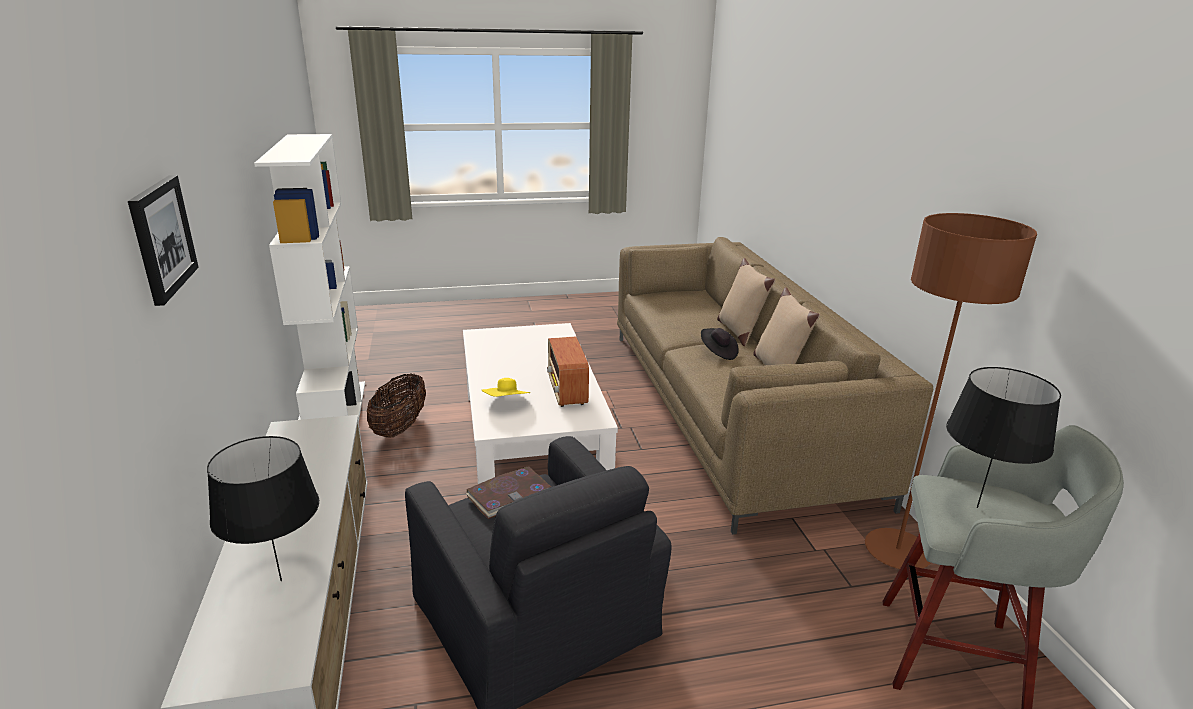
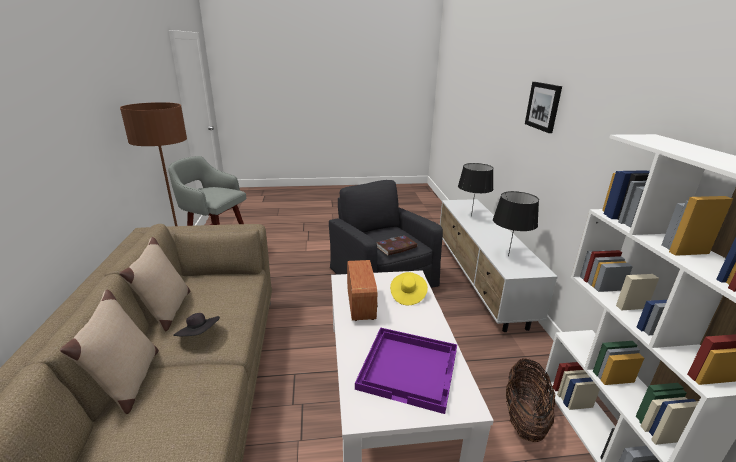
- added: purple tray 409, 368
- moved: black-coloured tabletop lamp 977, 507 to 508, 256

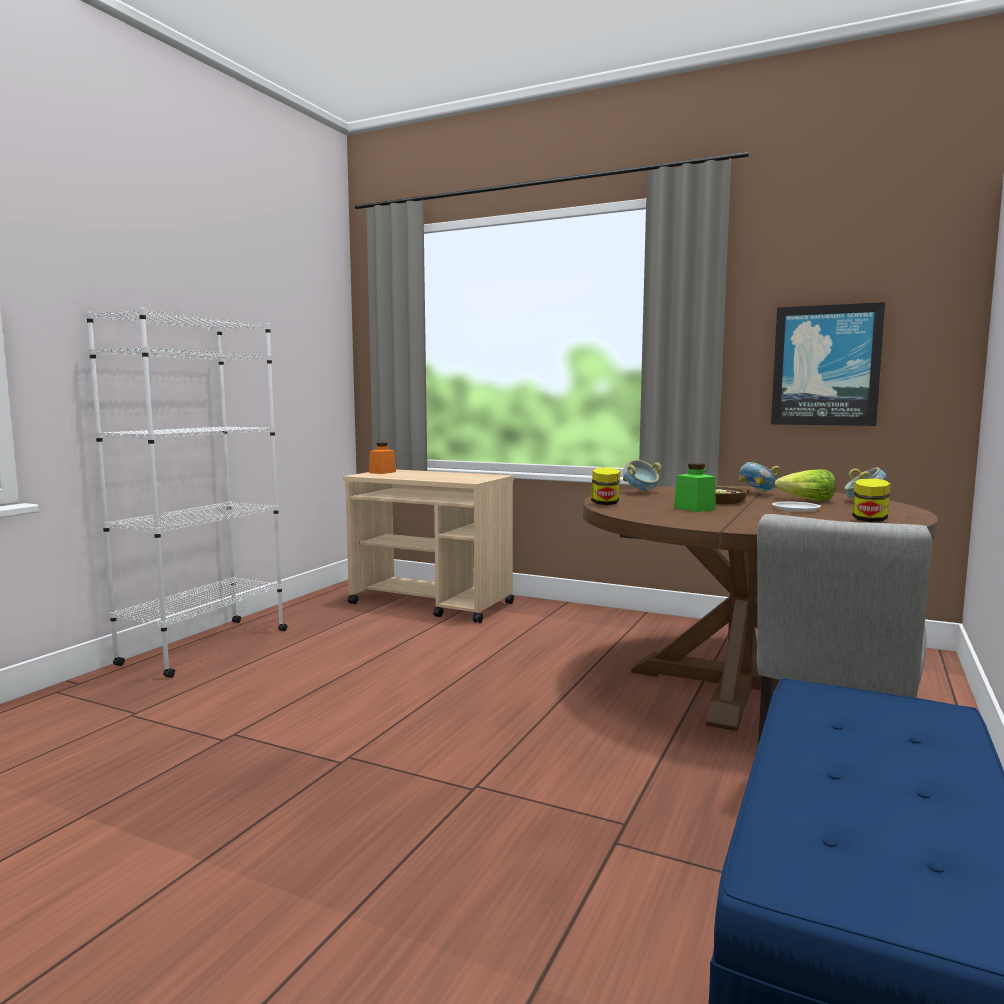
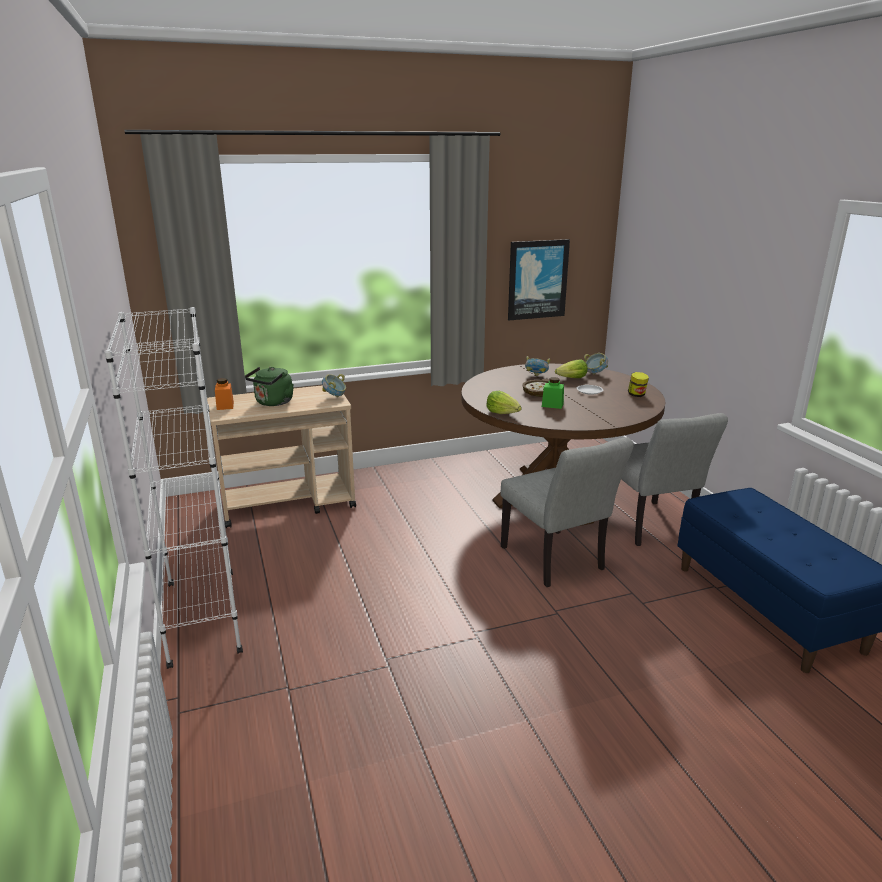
- added: greenish tea kettle 273, 403
- moved: bowl 640, 492 to 334, 397
- replaced: jar 605, 504 to lettuce head 503, 413
- added: grey plain chair 556, 562

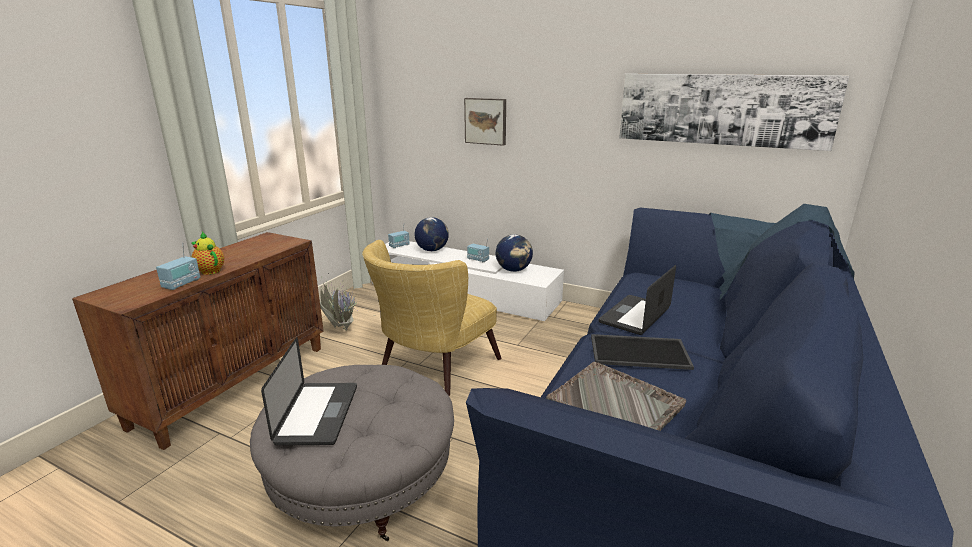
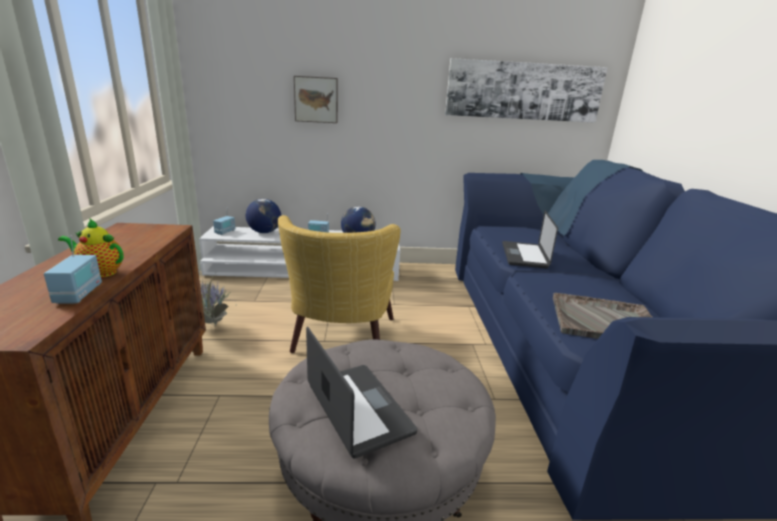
- removed: tray 640, 351

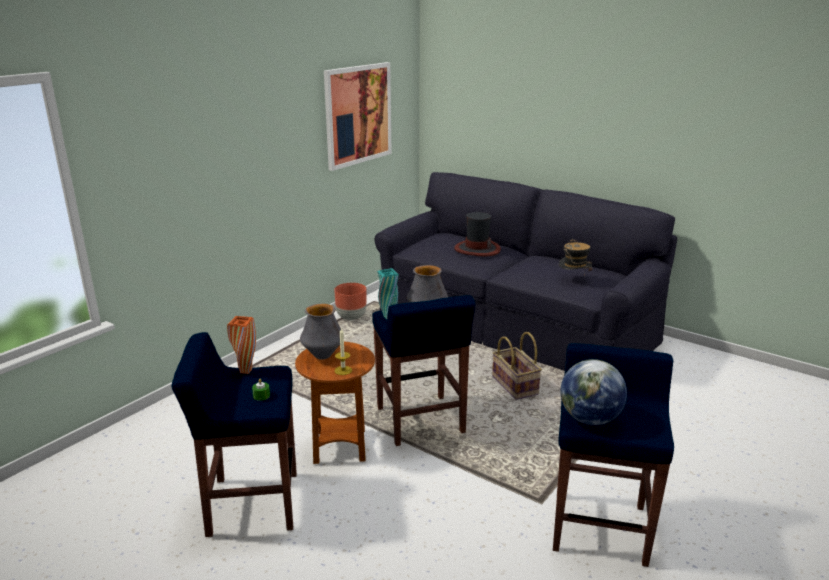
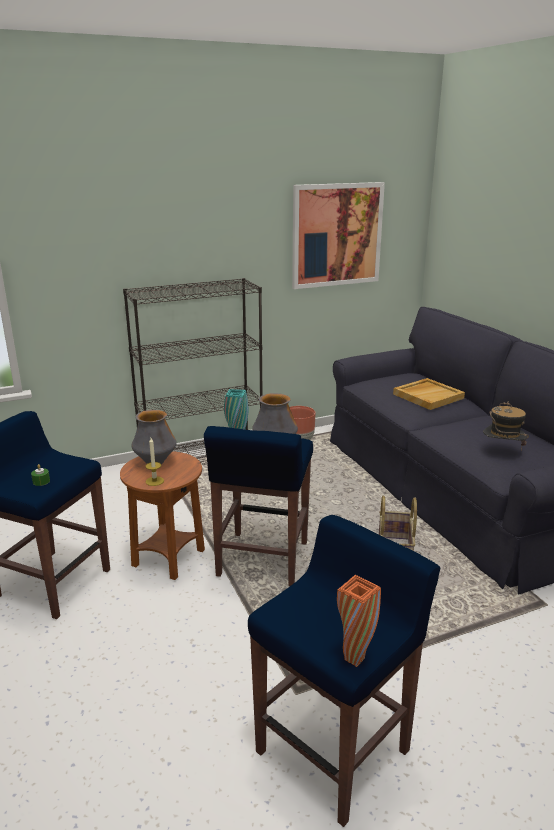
- added: black-coloured bookcase 202, 459
- moved: orangey vase 246, 371 to 354, 659
- replaced: hat 477, 249 to beige-coloured tray 428, 396
- removed: globe 589, 419

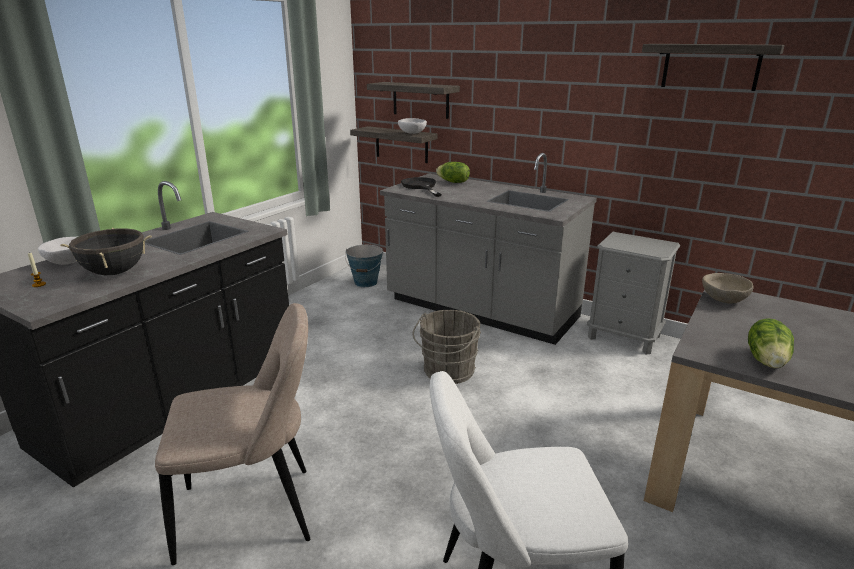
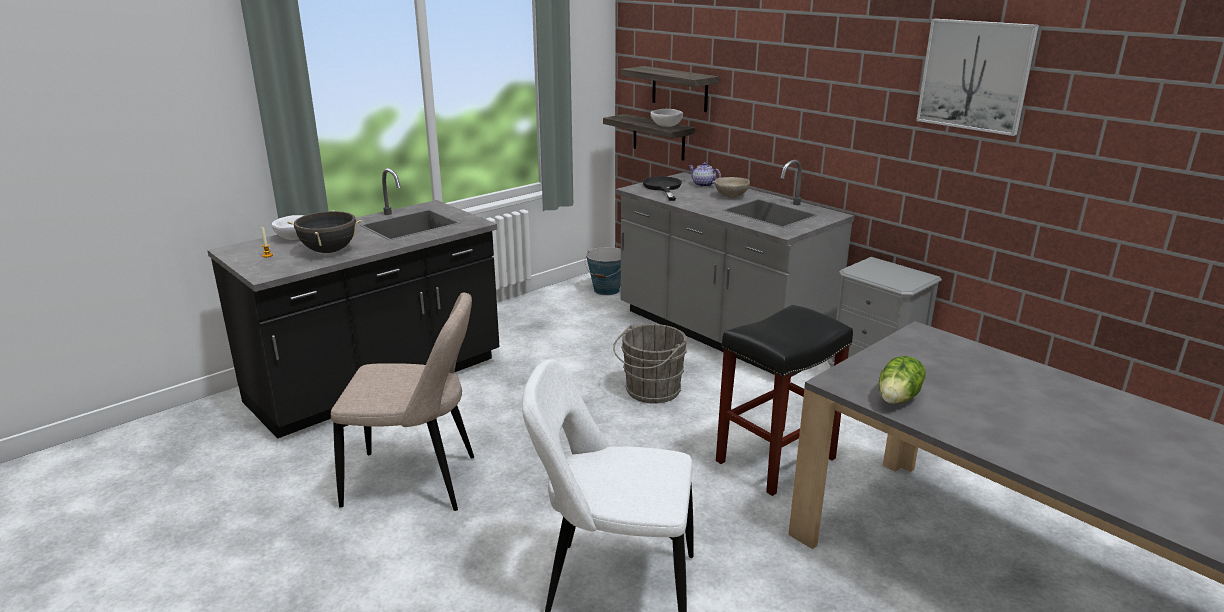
- replaced: lettuce head 453, 182 to pot for tea 703, 185
- moved: beige-coloured bowl 723, 299 to 731, 196
- added: black-coloured stool seat 776, 459
- replaced: shelf 710, 66 to wall picture 975, 75

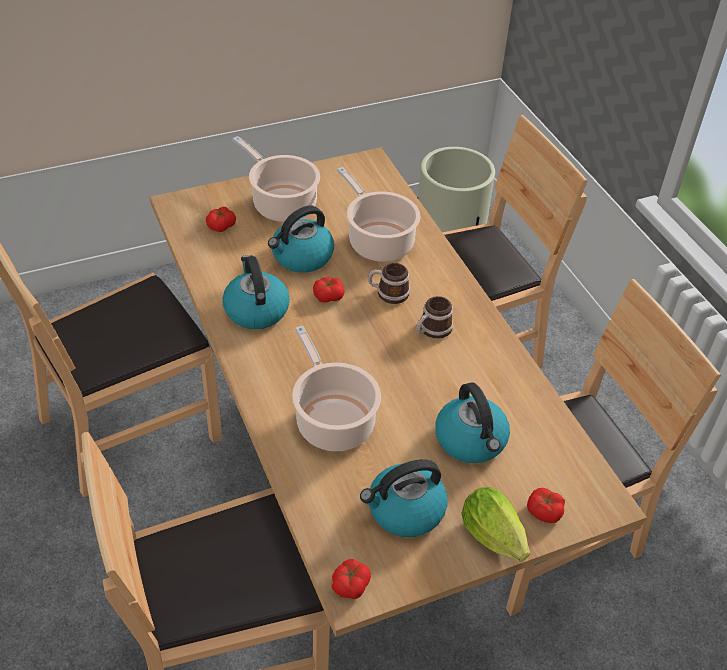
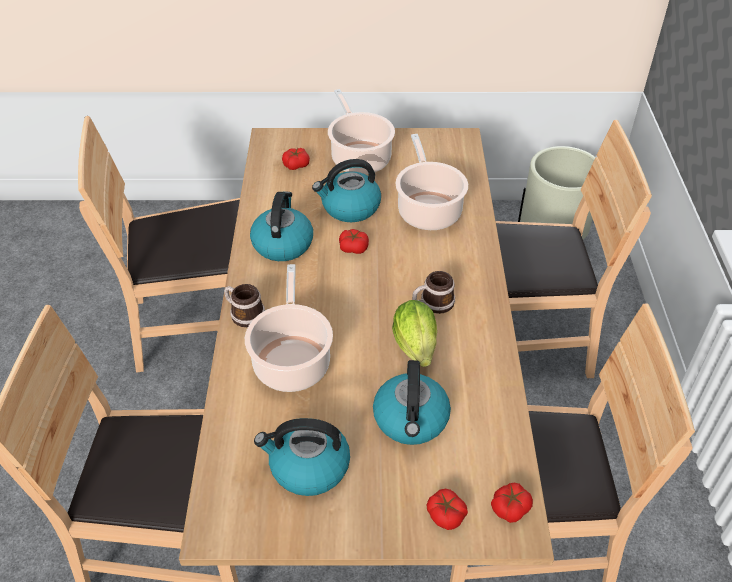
- moved: coffee mug 388, 293 to 244, 313
- moved: lettuce head 495, 540 to 416, 349
- moved: whole tomato 350, 585 to 510, 508

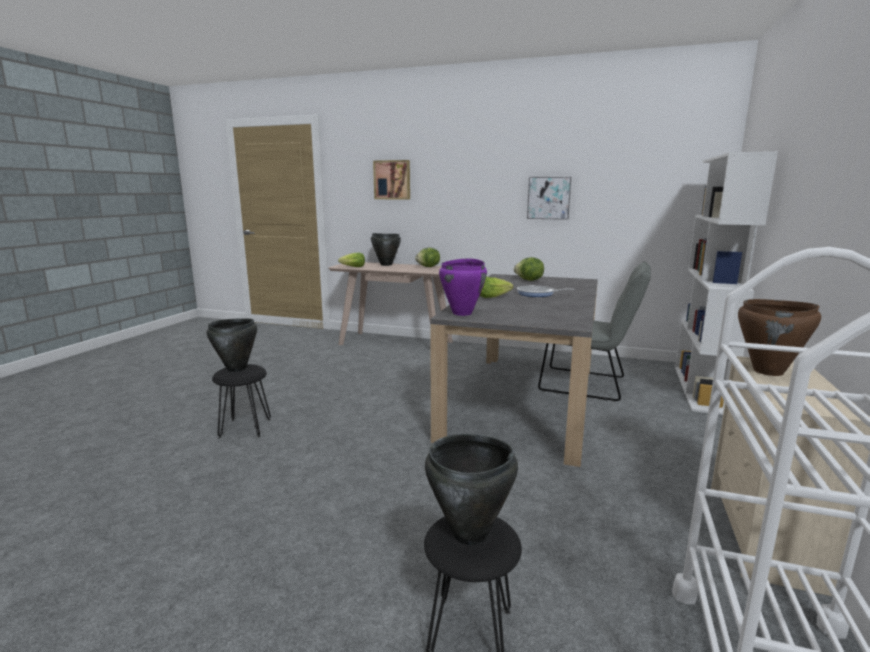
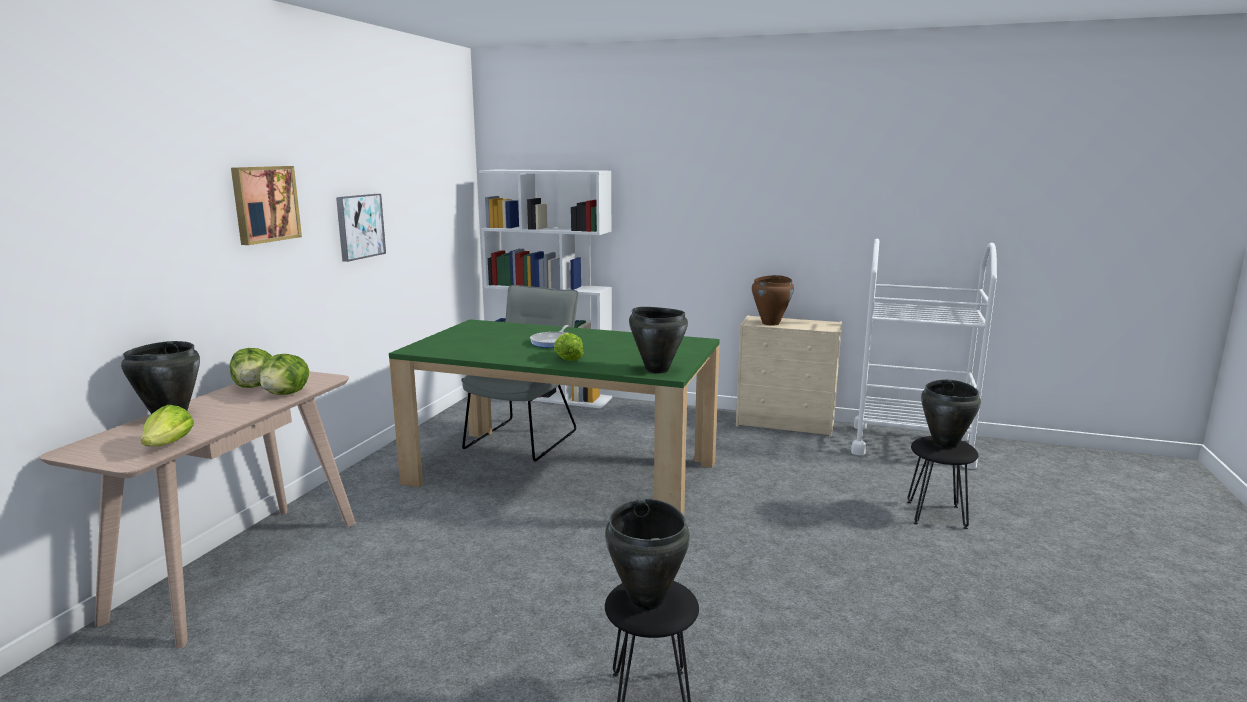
- moved: wall picture 392, 180 to 264, 204
- moved: lettuce head 529, 280 to 287, 394
- recoloured: grey kitchen table 524, 400 to greenish kitchen table 563, 472
- recoloured: purple stockpot 462, 313 to black-coloured stockpot 657, 370

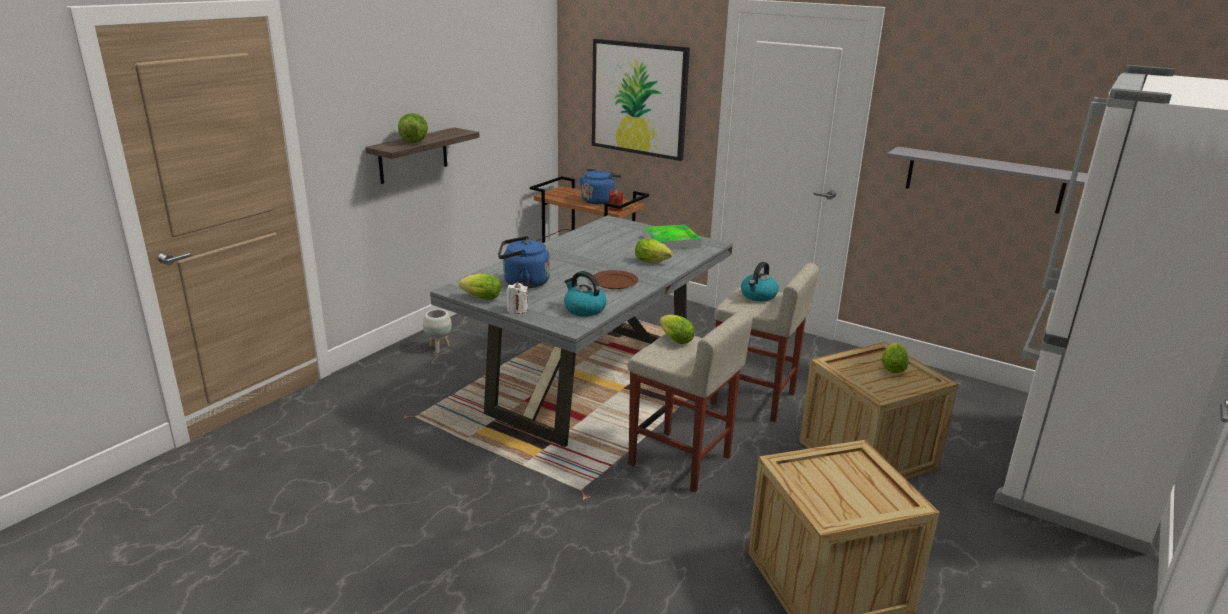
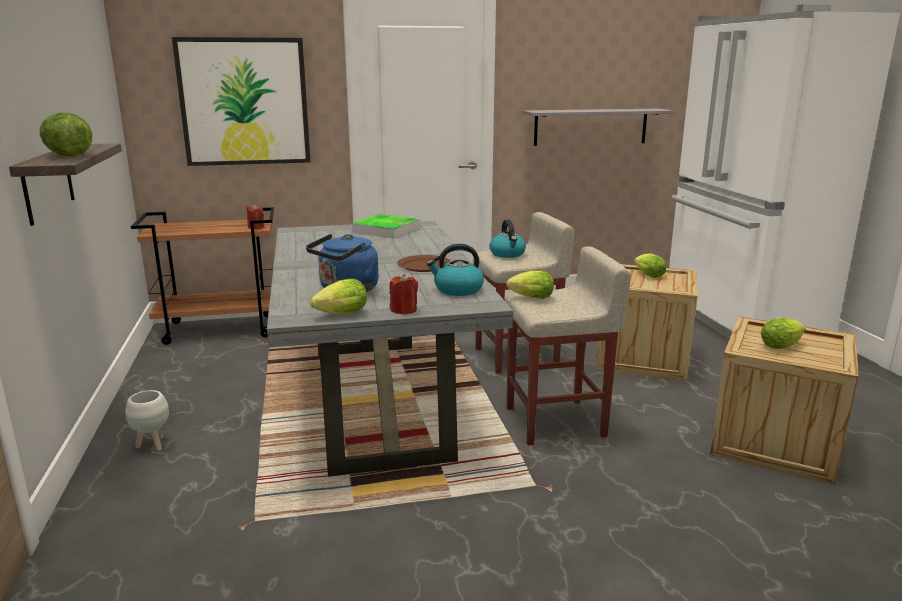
- recoloured: white candle 517, 310 to red-coloured candle 404, 310
- moved: lettuce head 653, 262 to 782, 346
- removed: bluish tea kettle 599, 200

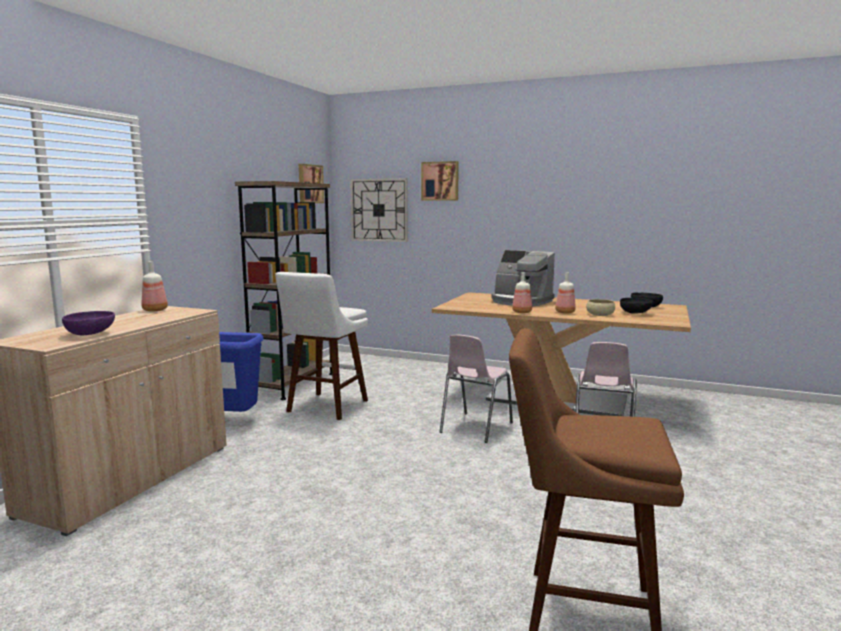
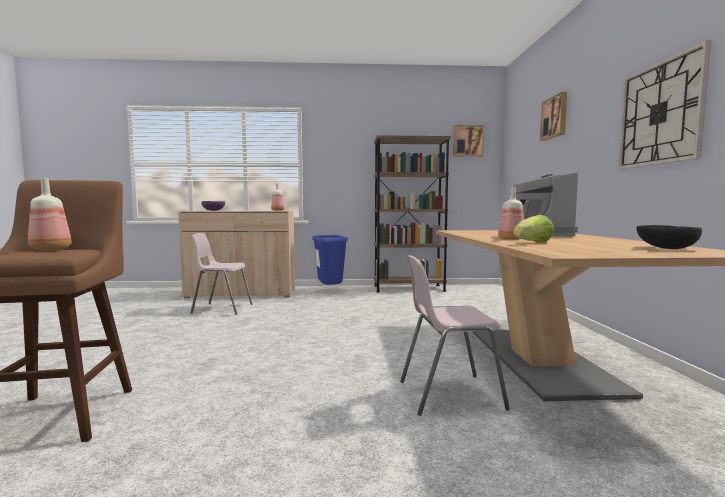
- moved: beverage bottle 521, 312 to 52, 249
- moved: pink-coloured plain chair 475, 428 to 222, 308
- replaced: beige-coloured bowl 600, 314 to lettuce head 533, 243
- moved: wall clock 379, 210 to 660, 113
- removed: white stool seat 325, 408
- removed: black-coloured bowl 636, 313

